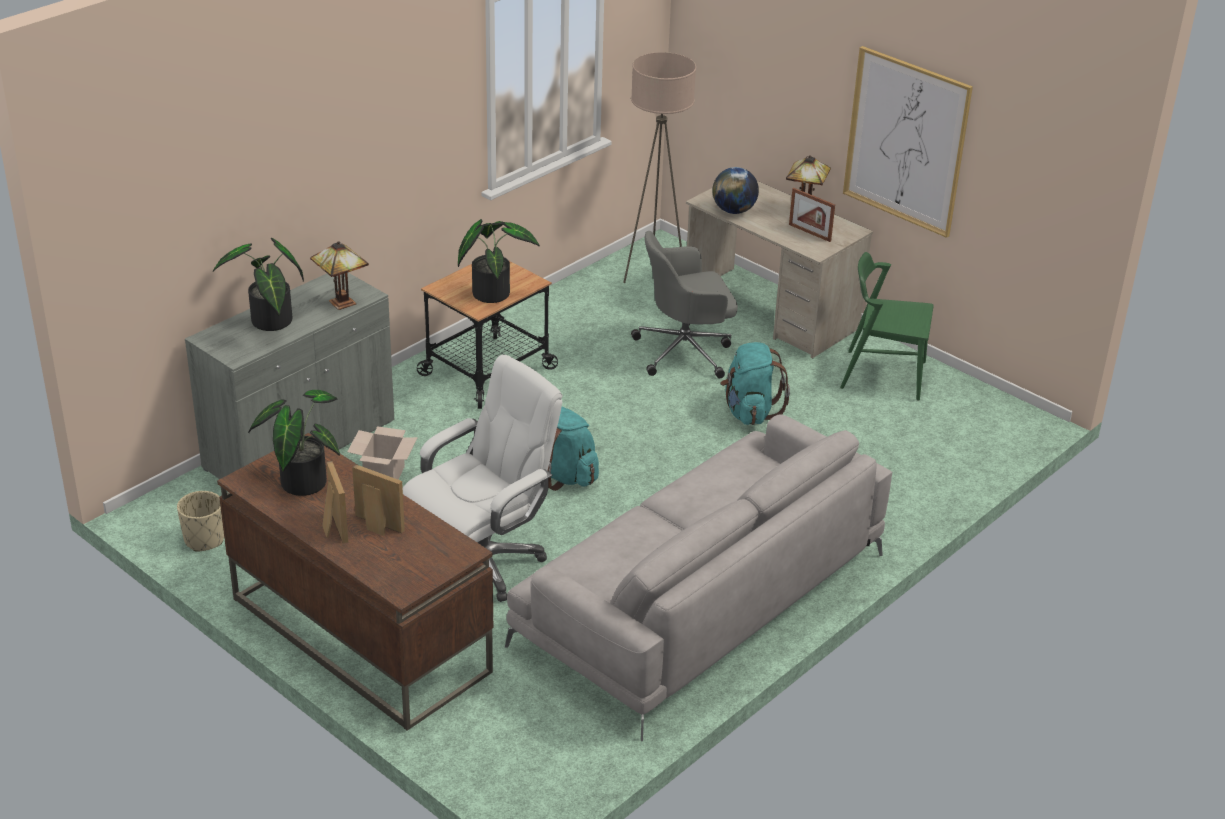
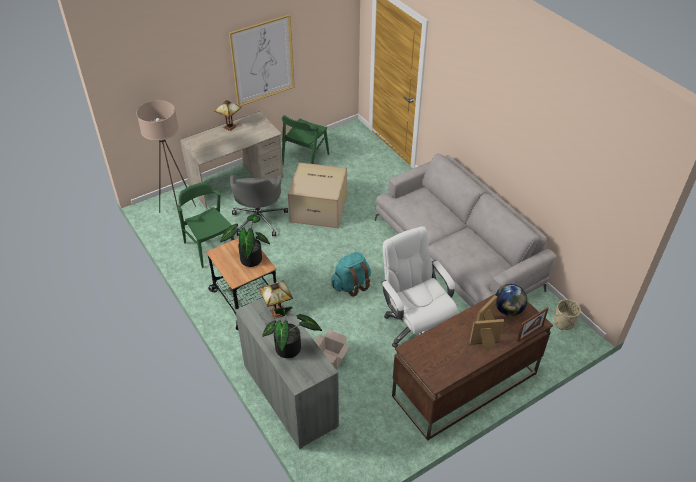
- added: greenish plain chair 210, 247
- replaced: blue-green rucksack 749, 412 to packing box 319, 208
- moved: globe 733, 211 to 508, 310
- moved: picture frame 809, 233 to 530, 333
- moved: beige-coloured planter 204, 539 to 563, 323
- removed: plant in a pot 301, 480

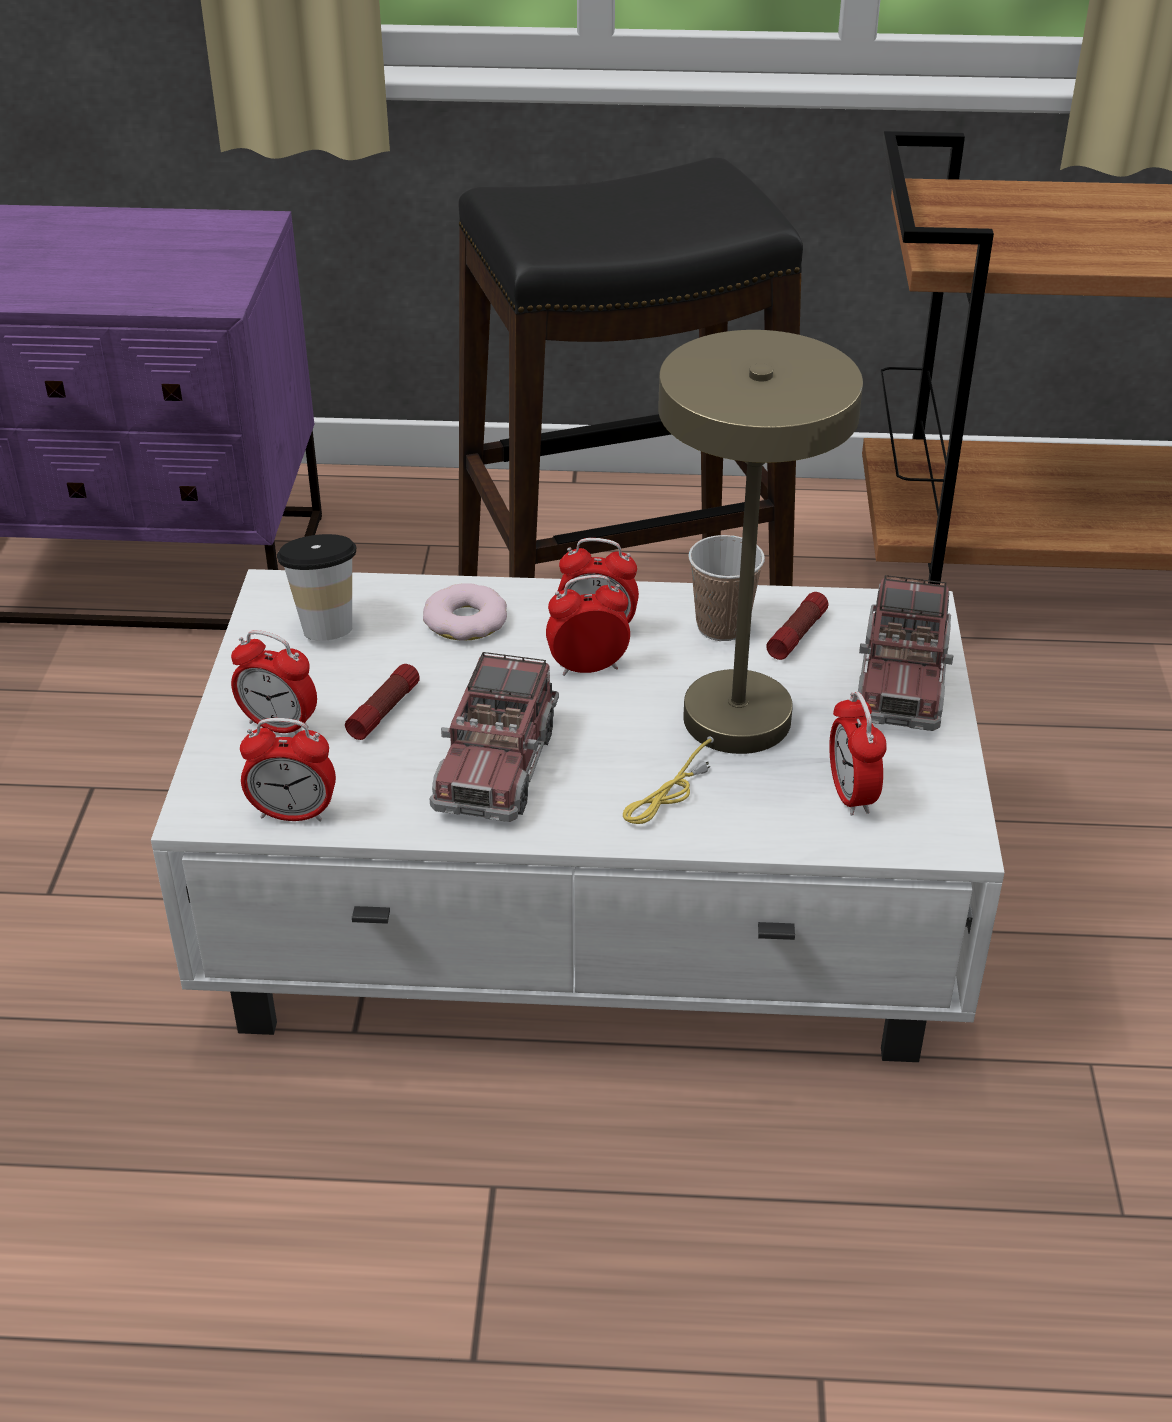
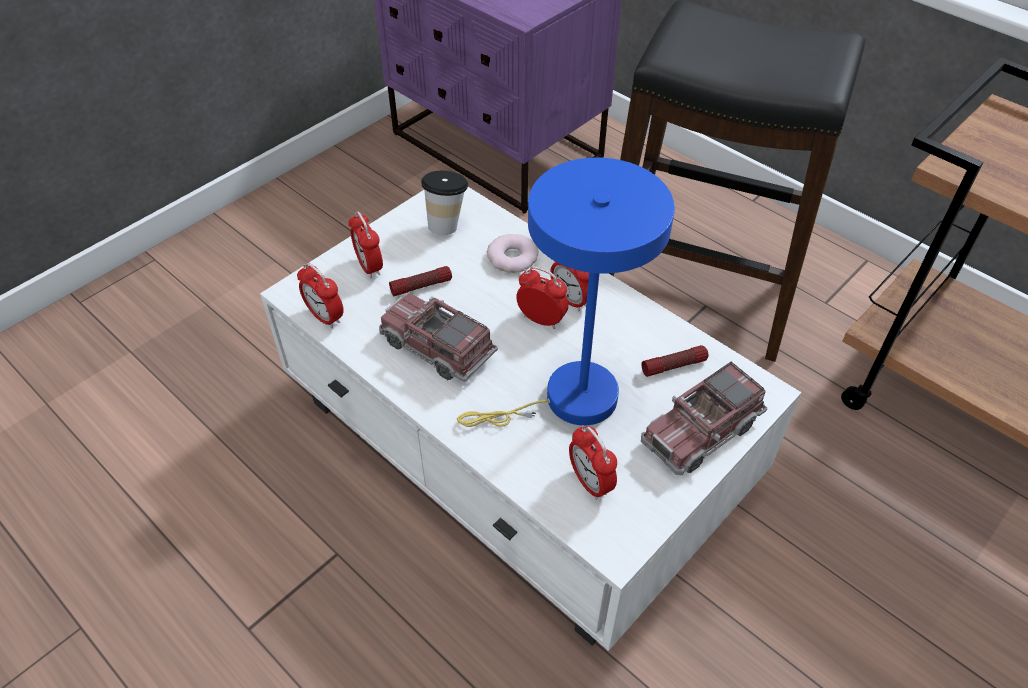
- turned: model truck 496, 764 = 437, 347 75 degrees clockwise
- recoloured: beige-coloured tabletop lamp 727, 732 to bluish tabletop lamp 568, 401
- turned: bedside clock 851, 795 = 590, 482 60 degrees counterclockwise
- removed: cup 722, 627

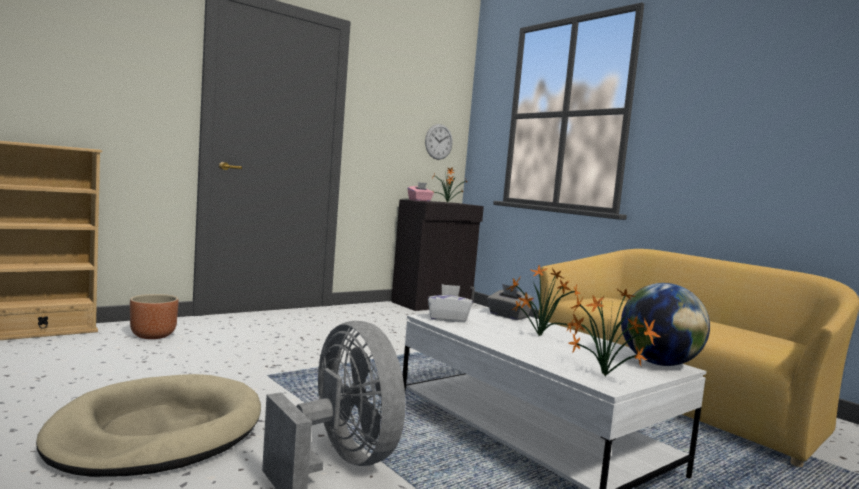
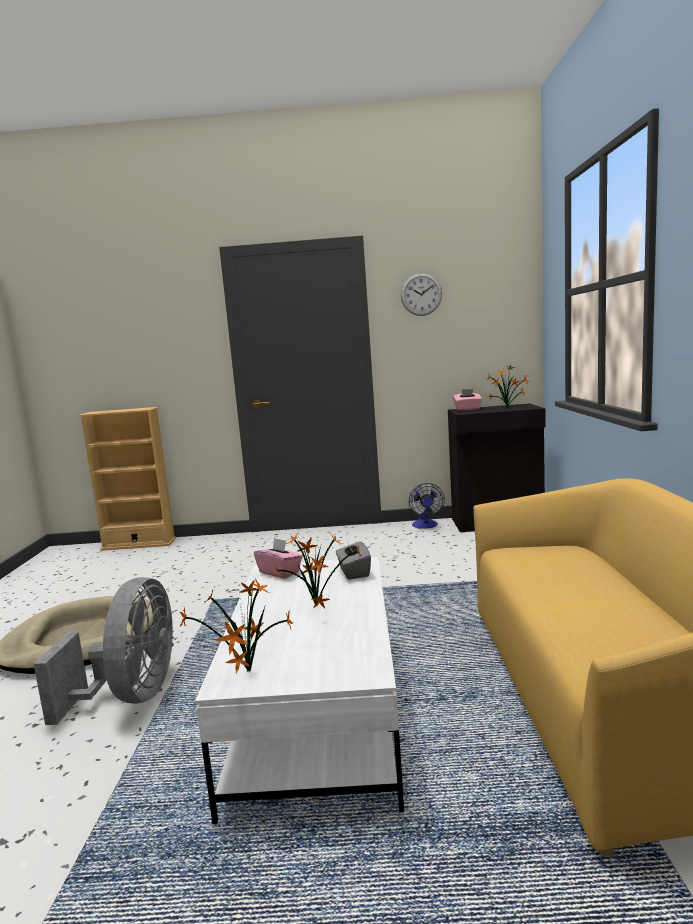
- recoloured: white tissue holder 447, 318 to pink-coloured tissue holder 280, 572
- moved: wall clock 438, 141 to 421, 294
- added: fan 426, 526
- removed: brown planter 153, 335
- removed: globe 659, 363

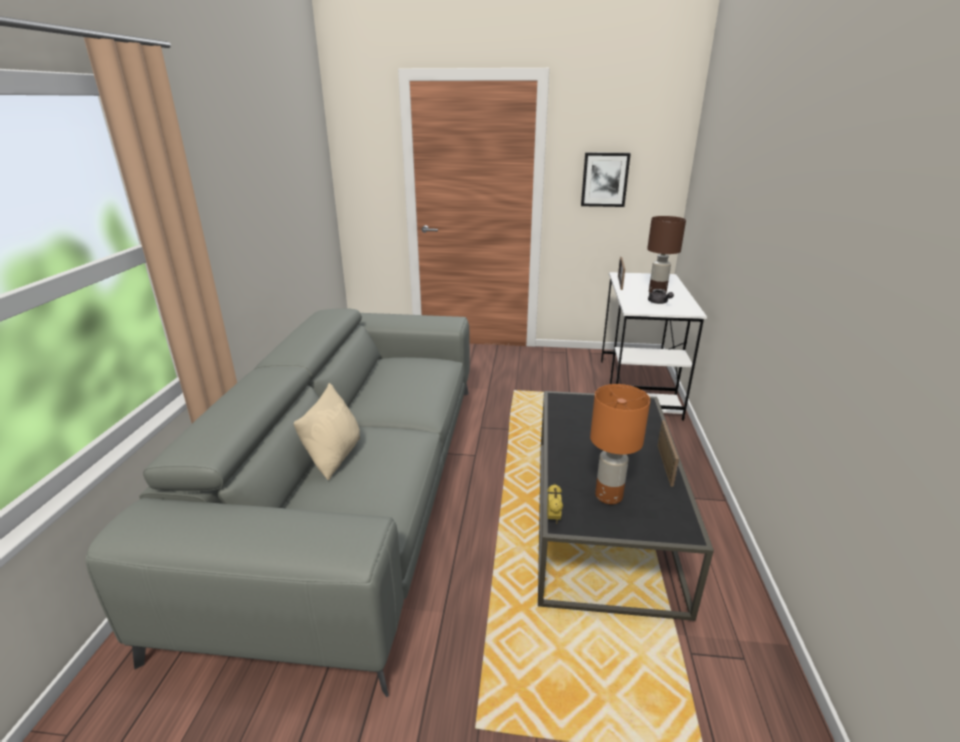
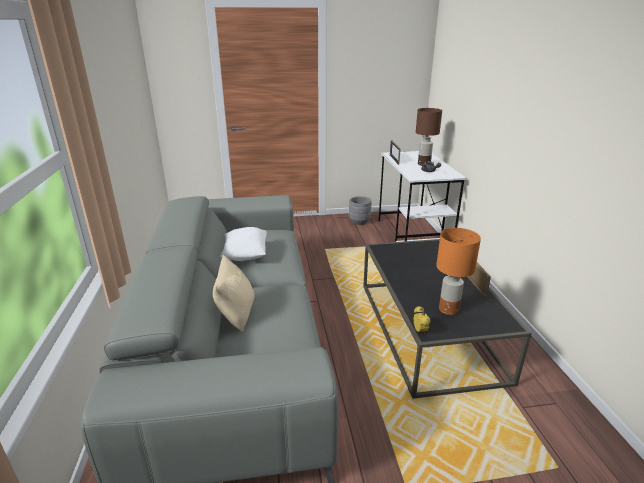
- added: white cushion 245, 255
- added: grey planter 359, 221
- removed: wall picture 604, 179

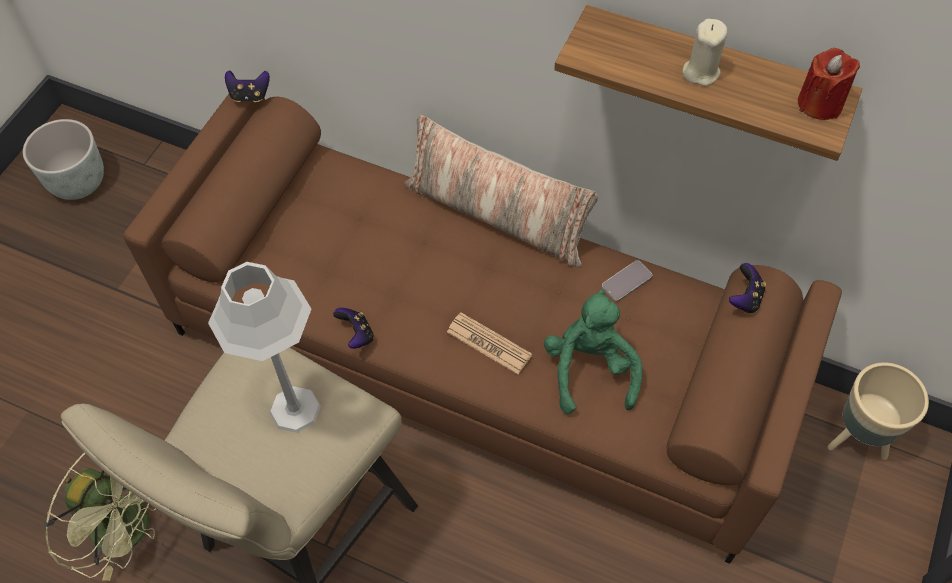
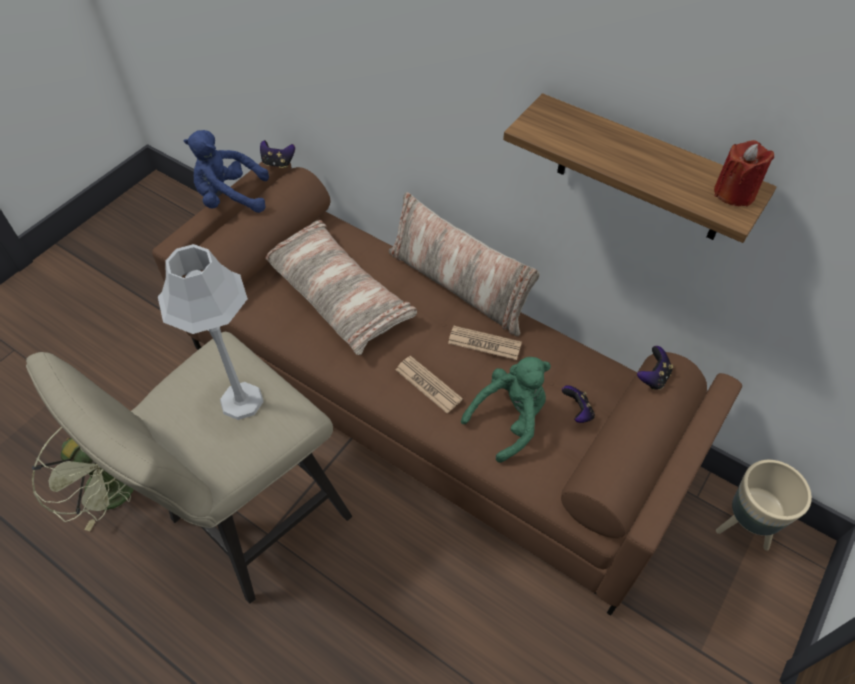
- added: bluish plush toy 230, 198
- added: cushion 338, 294
- added: printed paper 484, 343
- turned: greenish plush toy 590, 369 = 509, 419 45 degrees clockwise
- moved: joypad 356, 335 to 577, 412
- removed: grey planter 79, 182
- removed: phone 626, 281
- removed: beige-coloured candle 700, 72

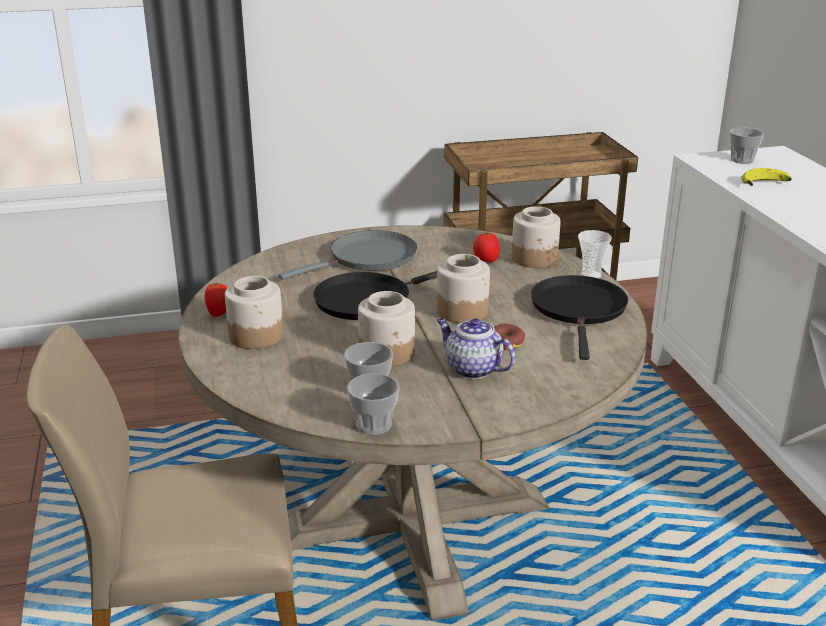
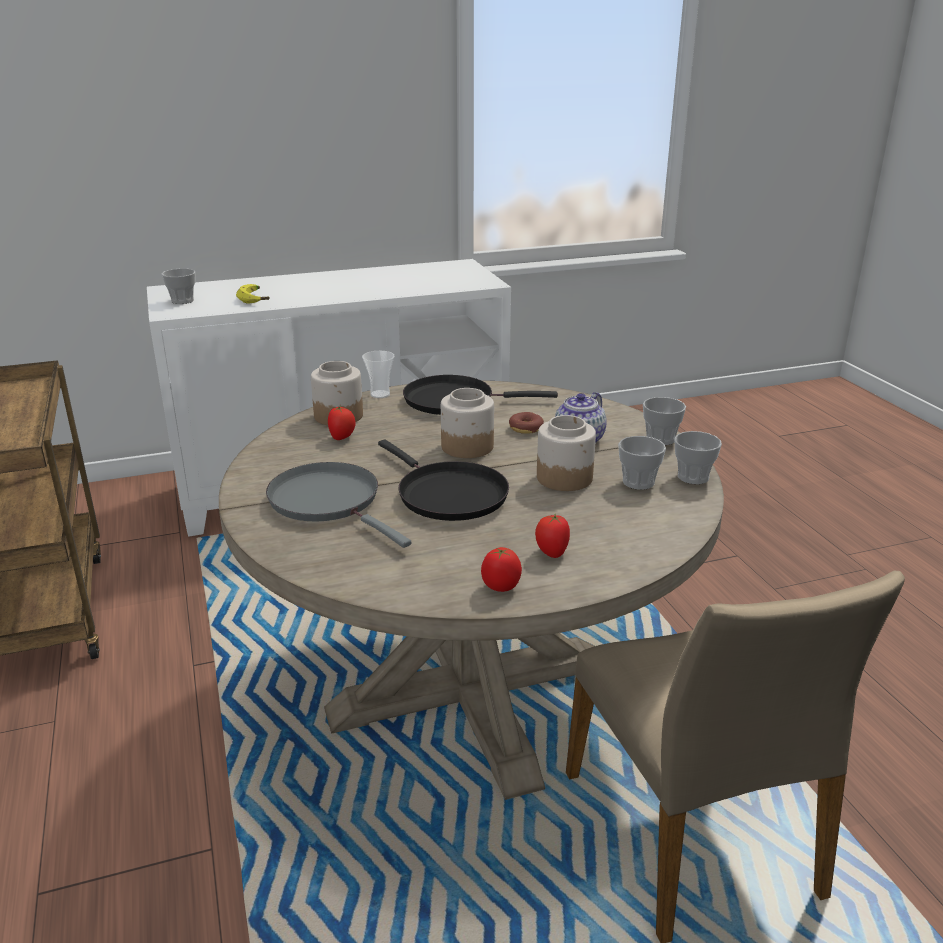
- replaced: jar 256, 336 to whole tomato 551, 553
- added: cup 660, 439

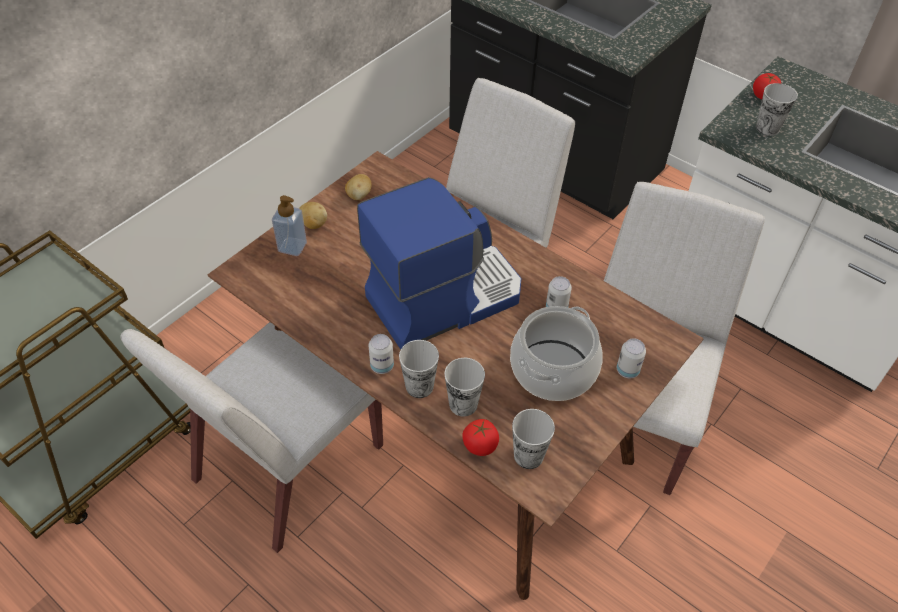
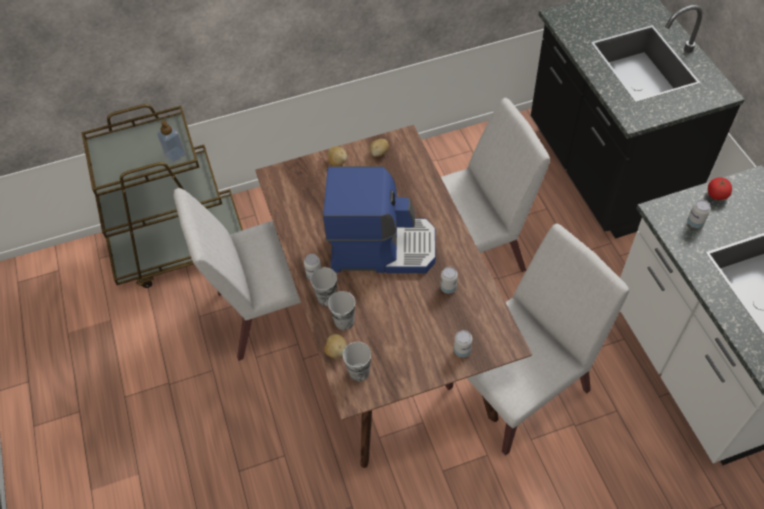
- moved: soap bottle 292, 247 to 175, 154
- replaced: whole tomato 480, 445 to spud 336, 351
- replaced: cup 767, 128 to sealed can 695, 222
- removed: stockpot 554, 370

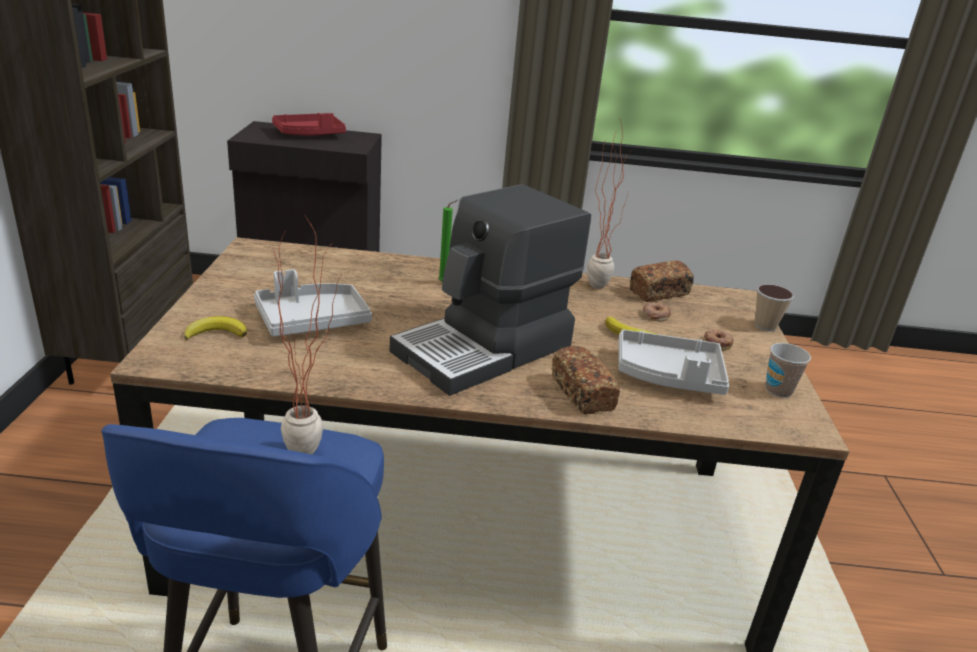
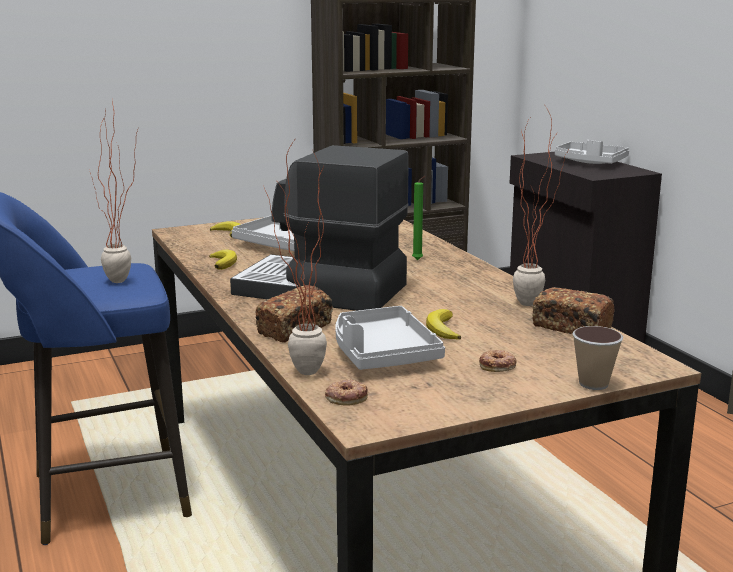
- added: whole banana 223, 263
- added: plant in a pot 297, 375
- moved: donut 655, 315 to 346, 397
- recoloured: red-coloured tray 309, 134 to grey tray 590, 162
- removed: cup 778, 390

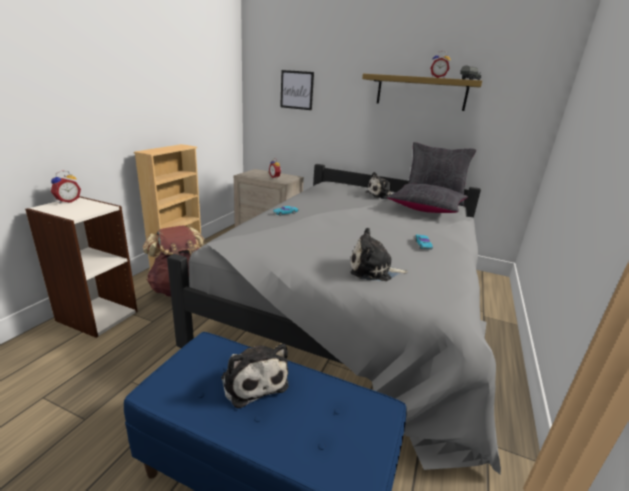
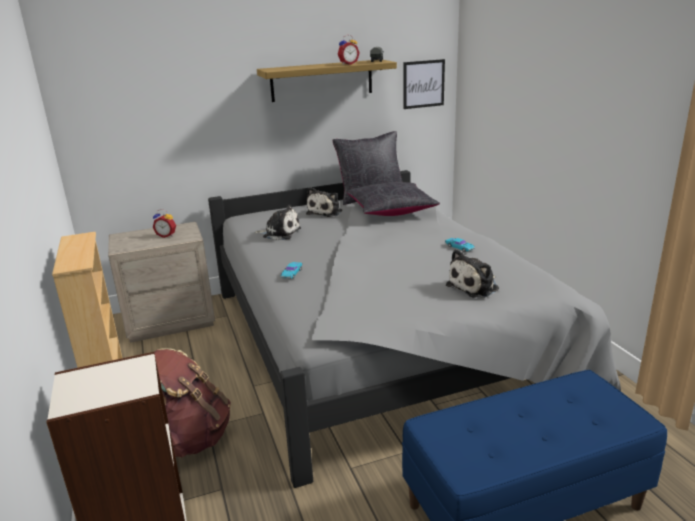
- moved: plush toy 253, 380 to 280, 233
- moved: wall picture 296, 90 to 423, 84
- removed: bedside clock 67, 201

